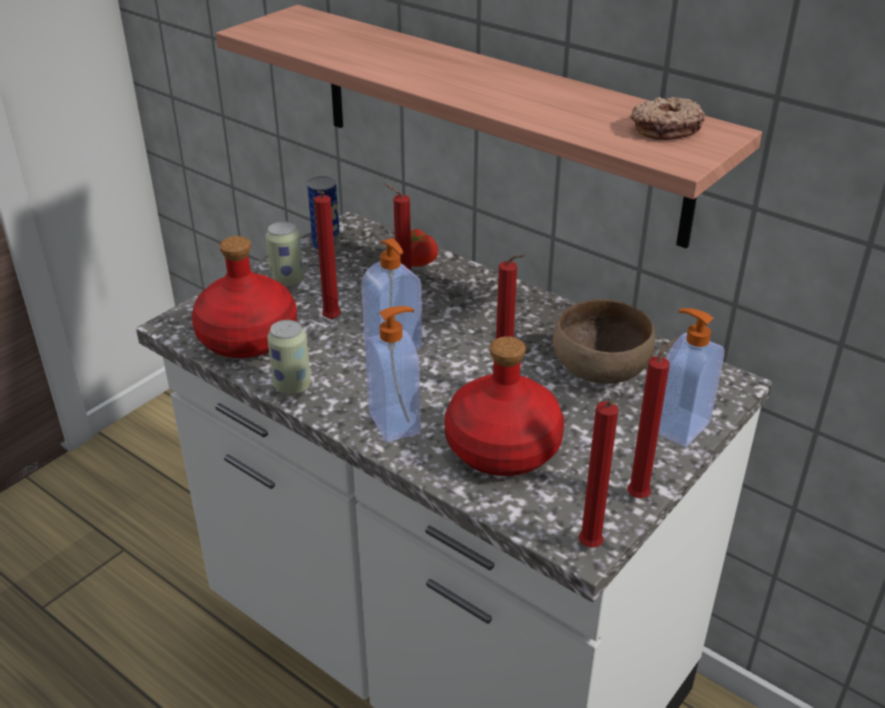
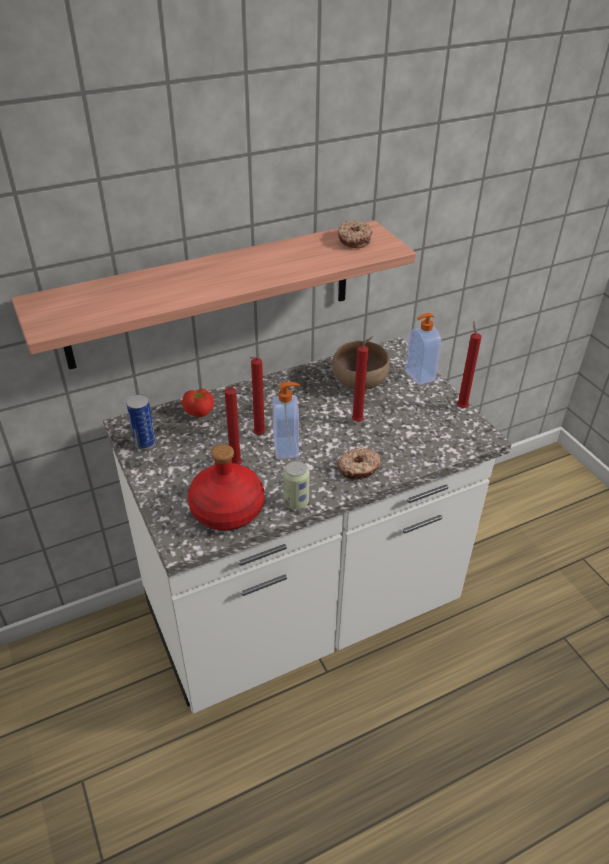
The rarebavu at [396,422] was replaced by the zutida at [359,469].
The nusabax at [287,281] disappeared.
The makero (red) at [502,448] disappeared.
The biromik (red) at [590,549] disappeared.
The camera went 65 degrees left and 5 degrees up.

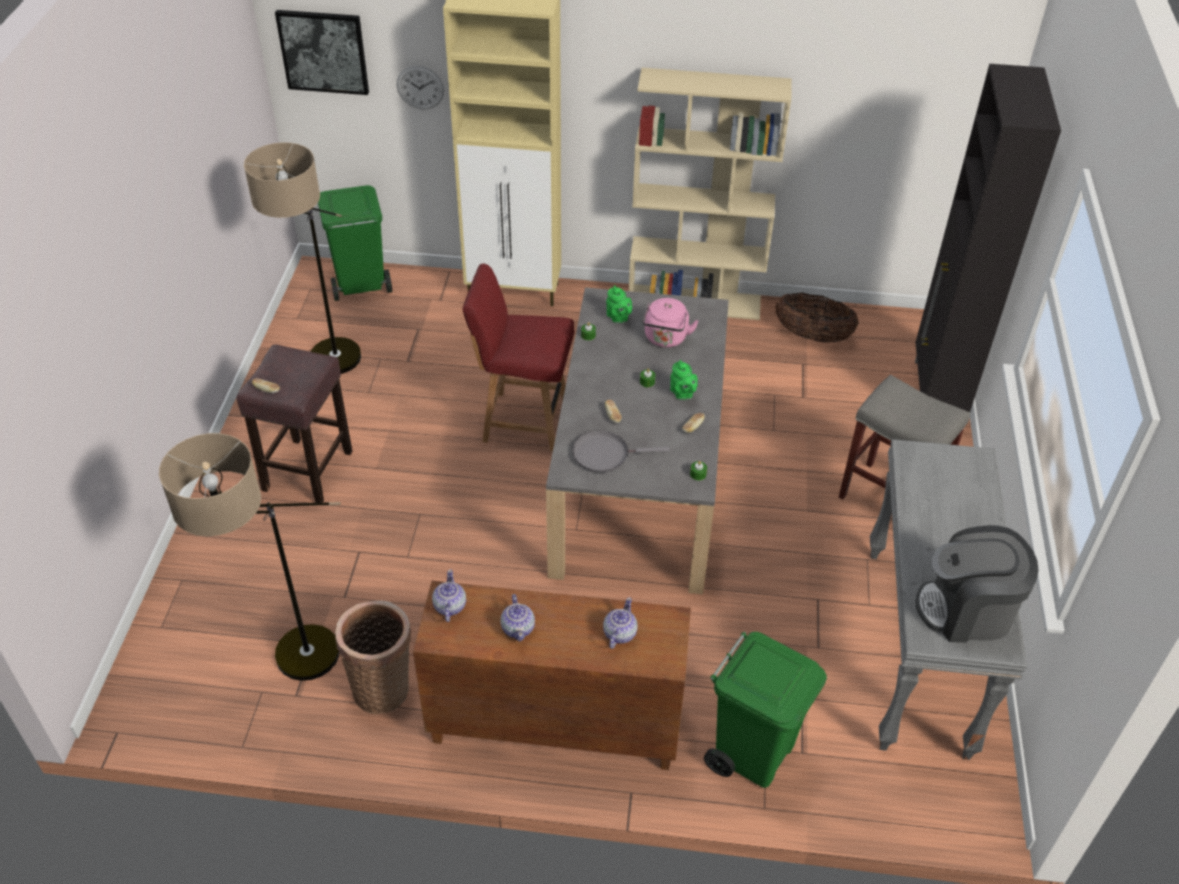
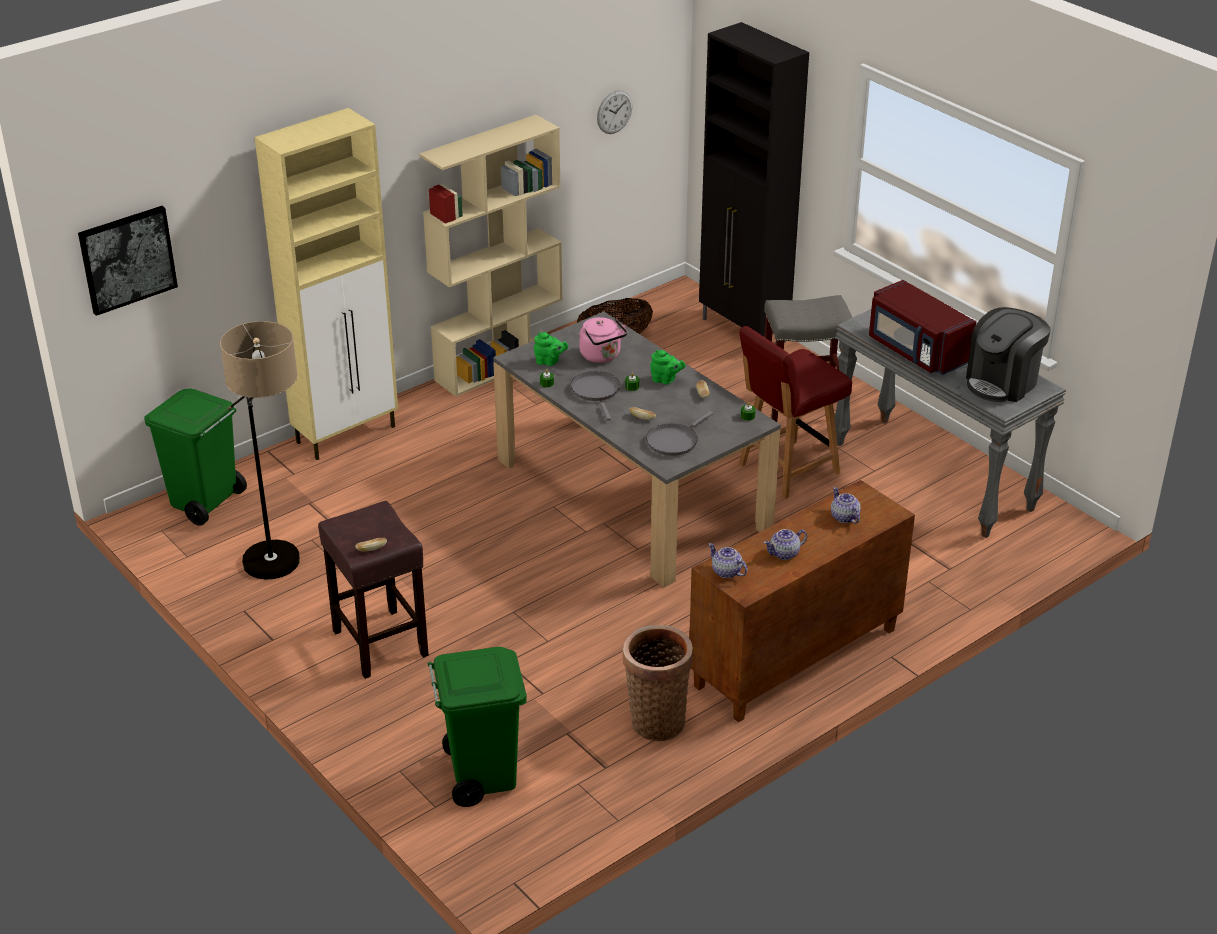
The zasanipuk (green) moved from [753,752] to [481,775].
The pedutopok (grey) at [596,392] appeared.
The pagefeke moved from [420,87] to [614,112].
The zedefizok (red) moved from [523,421] to [786,470].
The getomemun at [518,628] turned 120 degrees clockwise.
The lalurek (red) at [916,351] appeared.
The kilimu at [288,671] disappeared.
The camera went 45 degrees left and 10 degrees down.

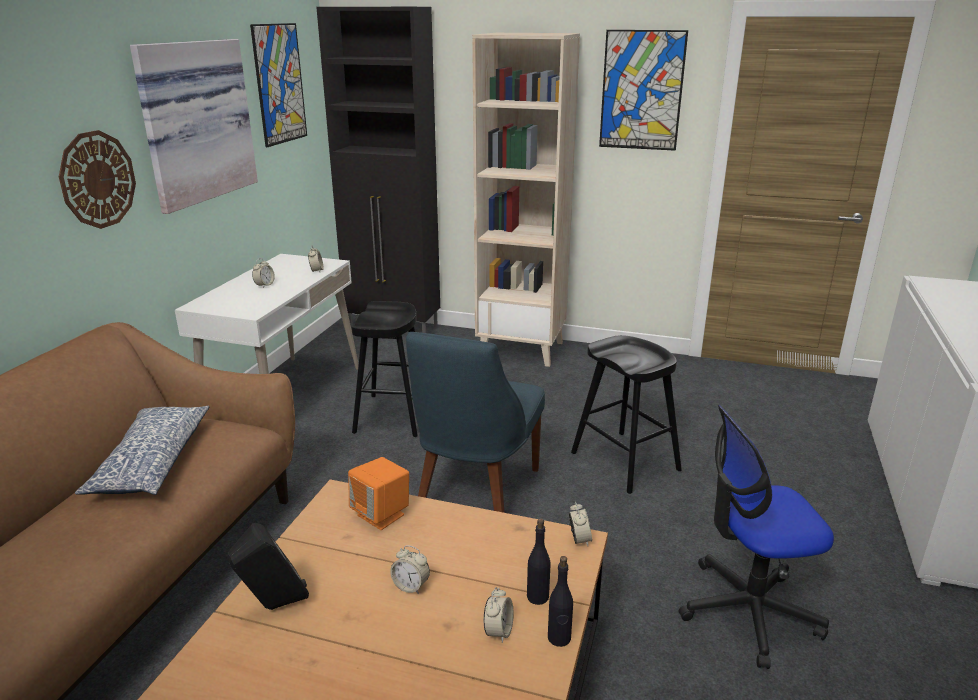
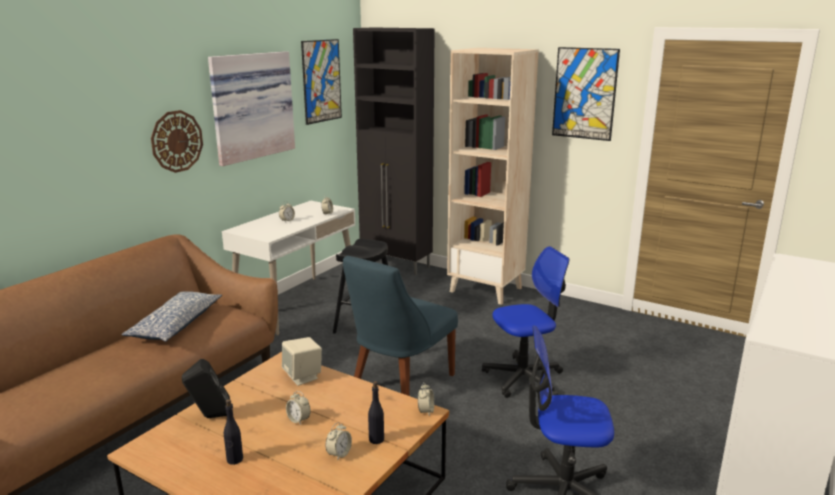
The makero (black) moved from [559,638] to [234,459].
The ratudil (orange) at [381,515] became the ratudil (beige) at [303,377].
The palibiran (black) at [624,461] was replaced by the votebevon at [524,378].
The camera went 15 degrees right and 5 degrees down.

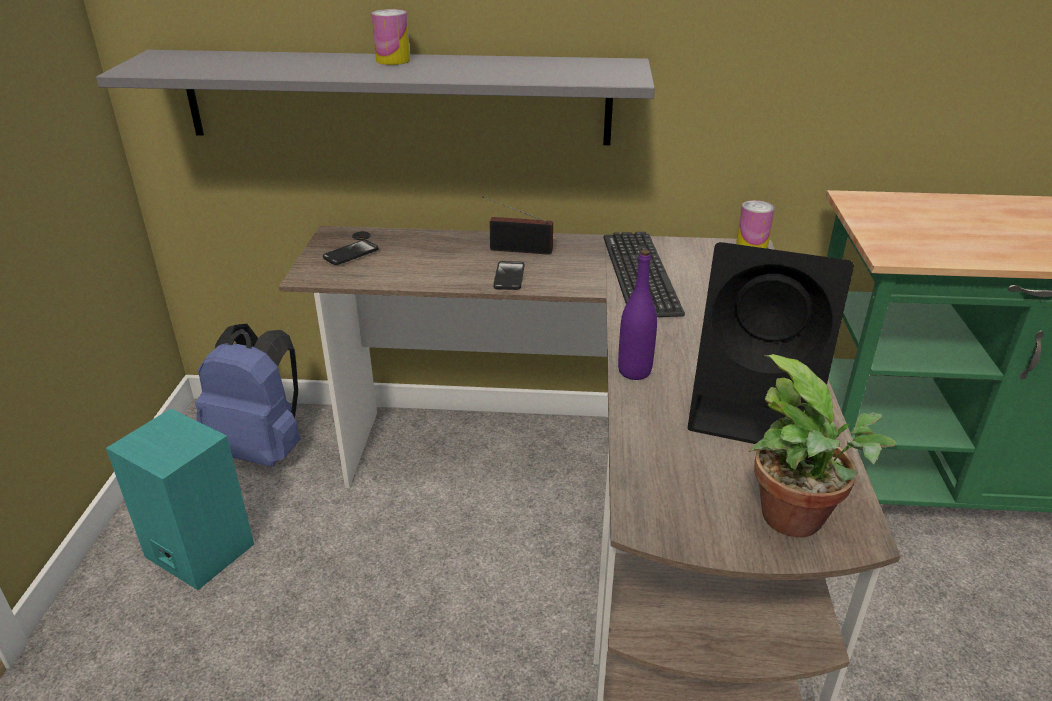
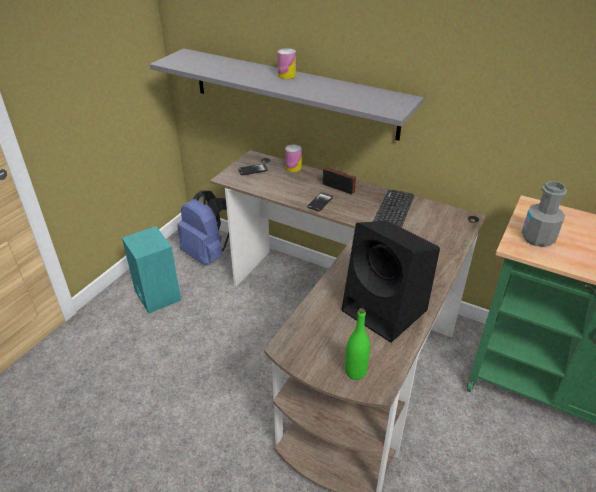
The nusabax moved from [752,245] to [293,168].
The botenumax at [799,521] was replaced by the makero (green) at [355,372].
The makero (grey) at [538,238] appeared.
The makero (purple) at [634,371] disappeared.
The camera went 25 degrees right and 5 degrees up.

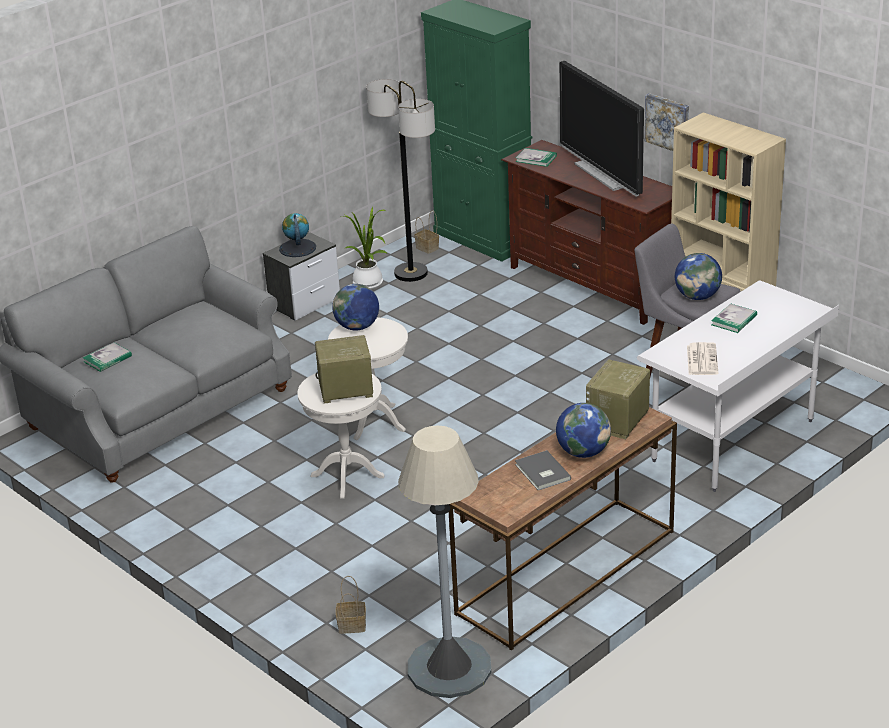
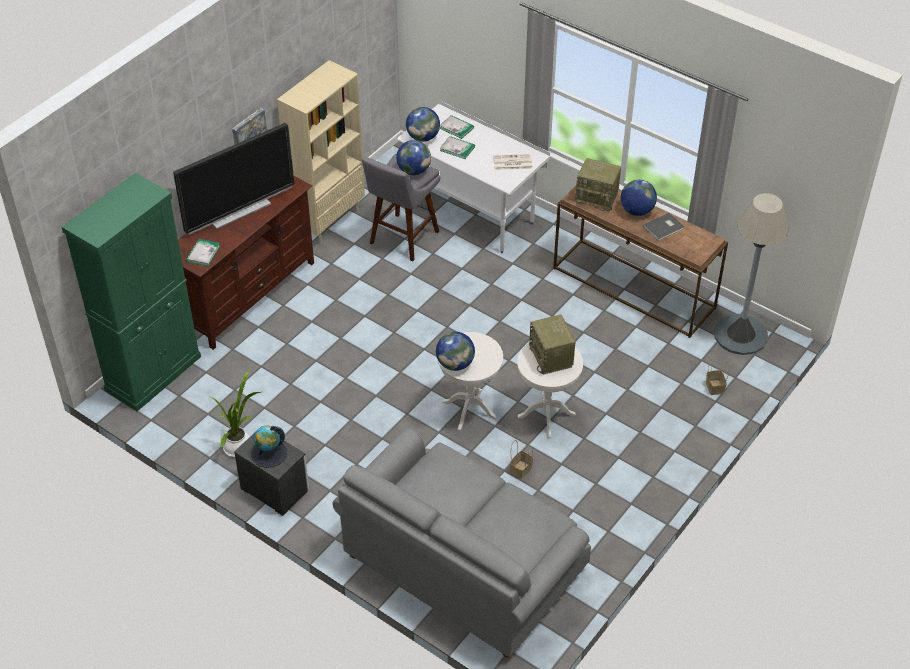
The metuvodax at [423,137] appeared.
The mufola moved from [107,359] to [456,128].
The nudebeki moved from [428,248] to [521,469].
The kilimu at [411,273] disappeared.
The camera went 100 degrees left and 15 degrees up.

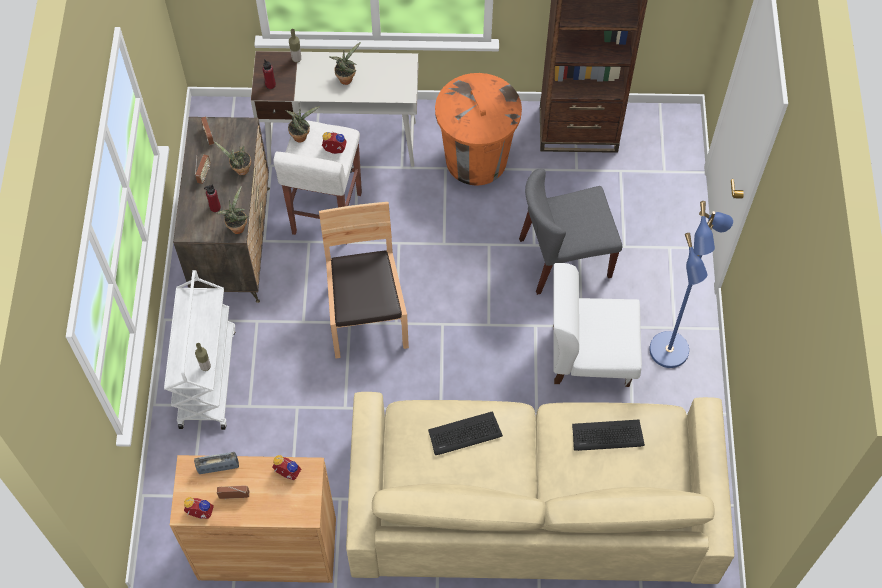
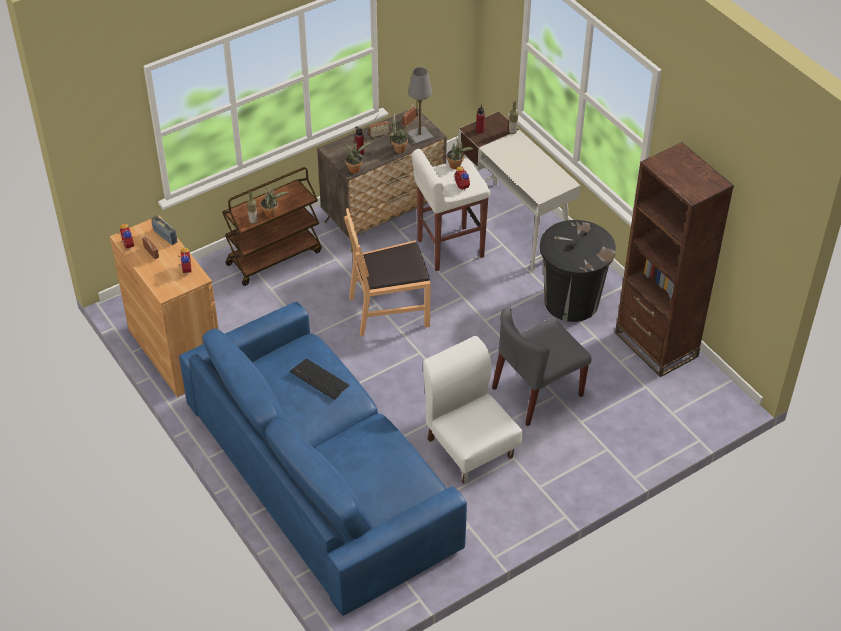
The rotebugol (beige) at [533,502] became the rotebugol (blue) at [322,474].
The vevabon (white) at [207,376] became the vevabon (brown) at [274,257].
The botenumax moved from [346,78] to [272,213].
The zedefizok (brown) at [366,317] turned 150 degrees counterclockwise.
The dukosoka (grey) at [419,136] appeared.
The zedefizok (grey) at [564,258] turned 75 degrees counterclockwise.
The zasanipuk (orange) at [476,160] became the zasanipuk (black) at [571,302].
The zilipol at [607,436] disappeared.
The kilimu (blue) at [670,351] disappeared.
The camera went 55 degrees right and 15 degrees down.

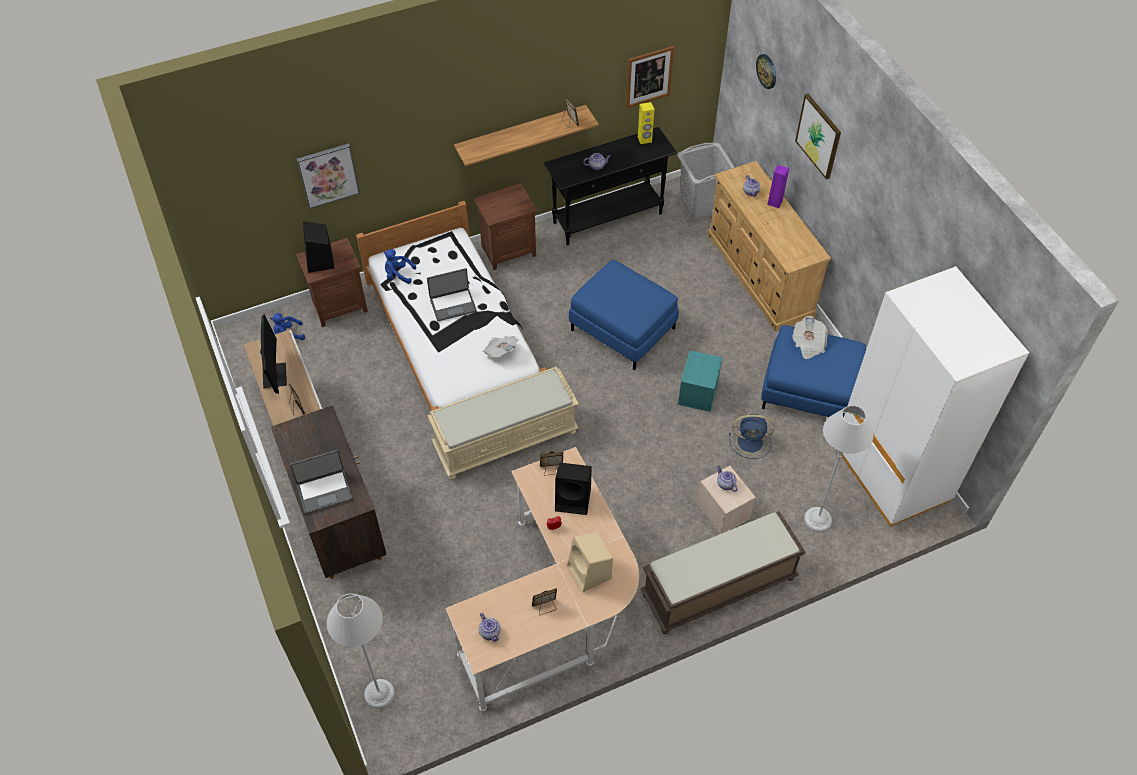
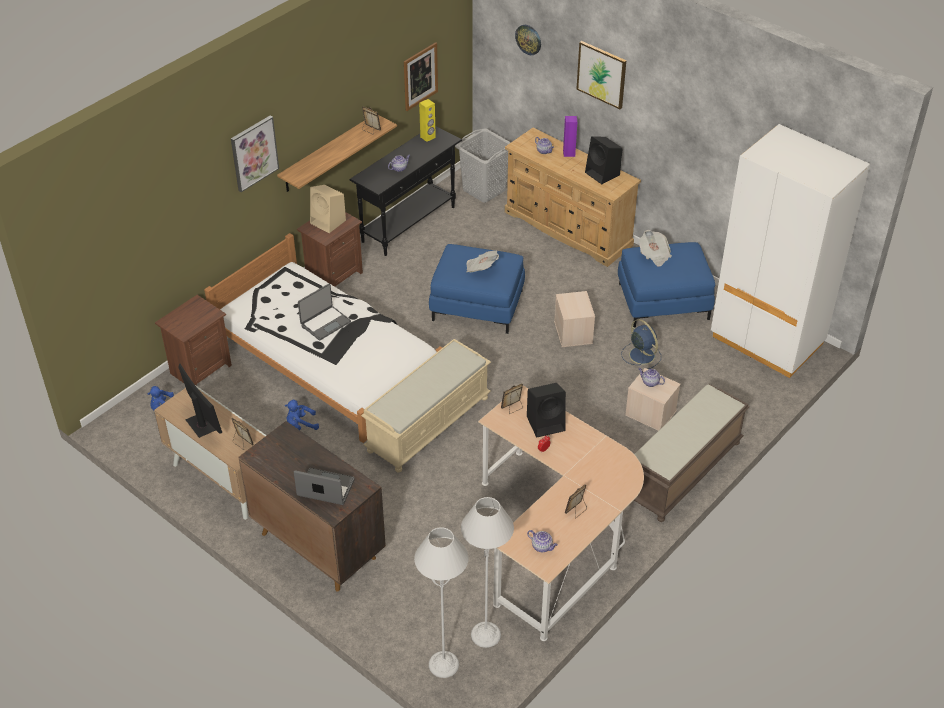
The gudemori moved from [328,175] to [254,153].
The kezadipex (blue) moved from [398,274] to [301,425].
The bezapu at [324,491] turned 120 degrees counterclockwise.
The ratudil (beige) moved from [590,573] to [329,222].
The kilimu (grey) moved from [818,519] to [486,634].
The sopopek moved from [500,351] to [481,268].
The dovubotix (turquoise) at [698,393] became the dovubotix (beige) at [573,333].
The ratudil (black) moved from [320,261] to [603,174].
The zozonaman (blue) at [751,442] turned 105 degrees counterclockwise.
The camera went 25 degrees left and 10 degrees down.

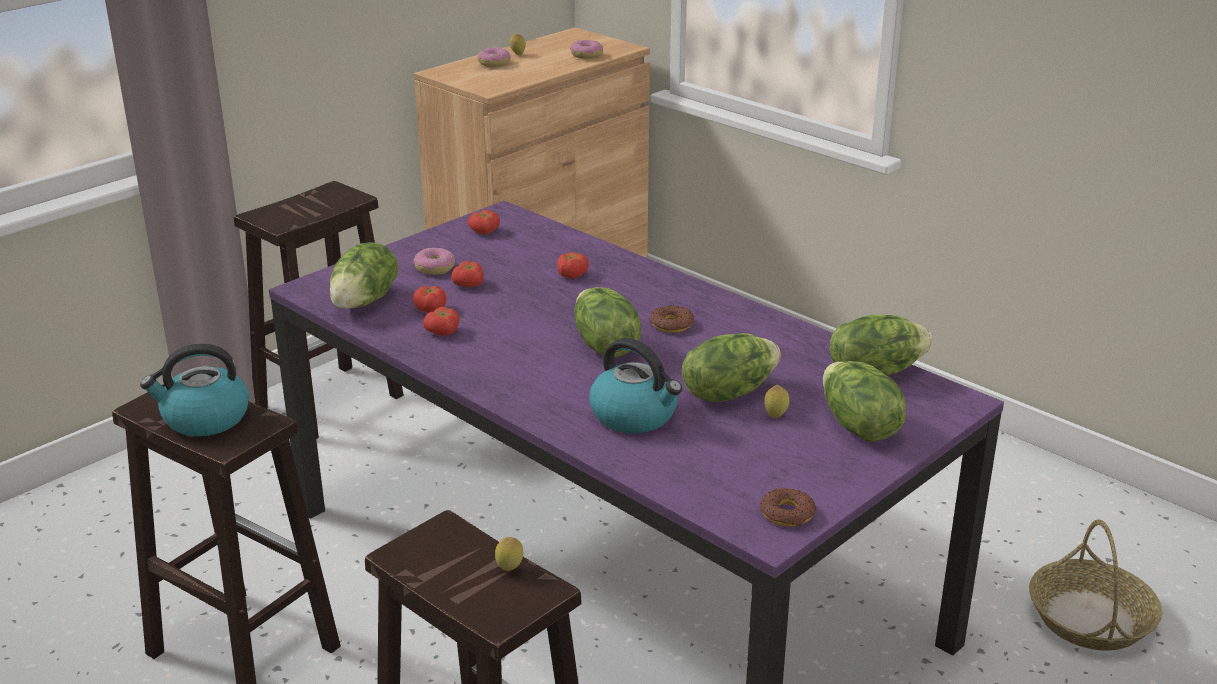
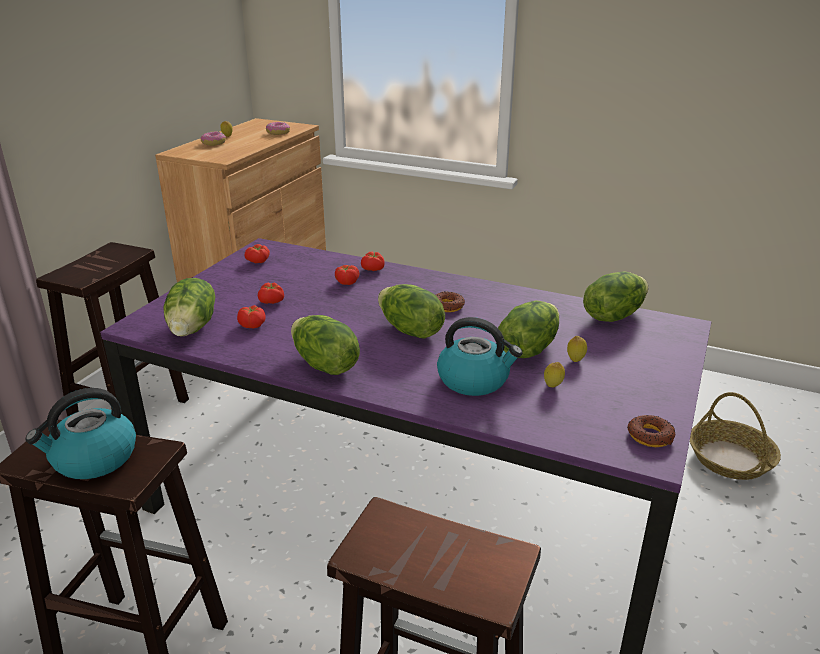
The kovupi moved from [857,426] to [324,365].
The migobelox moved from [443,332] to [374,269].
The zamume moved from [509,570] to [553,386].
The zutida at [434,268] disappeared.
The camera went 20 degrees left and 0 degrees up.

